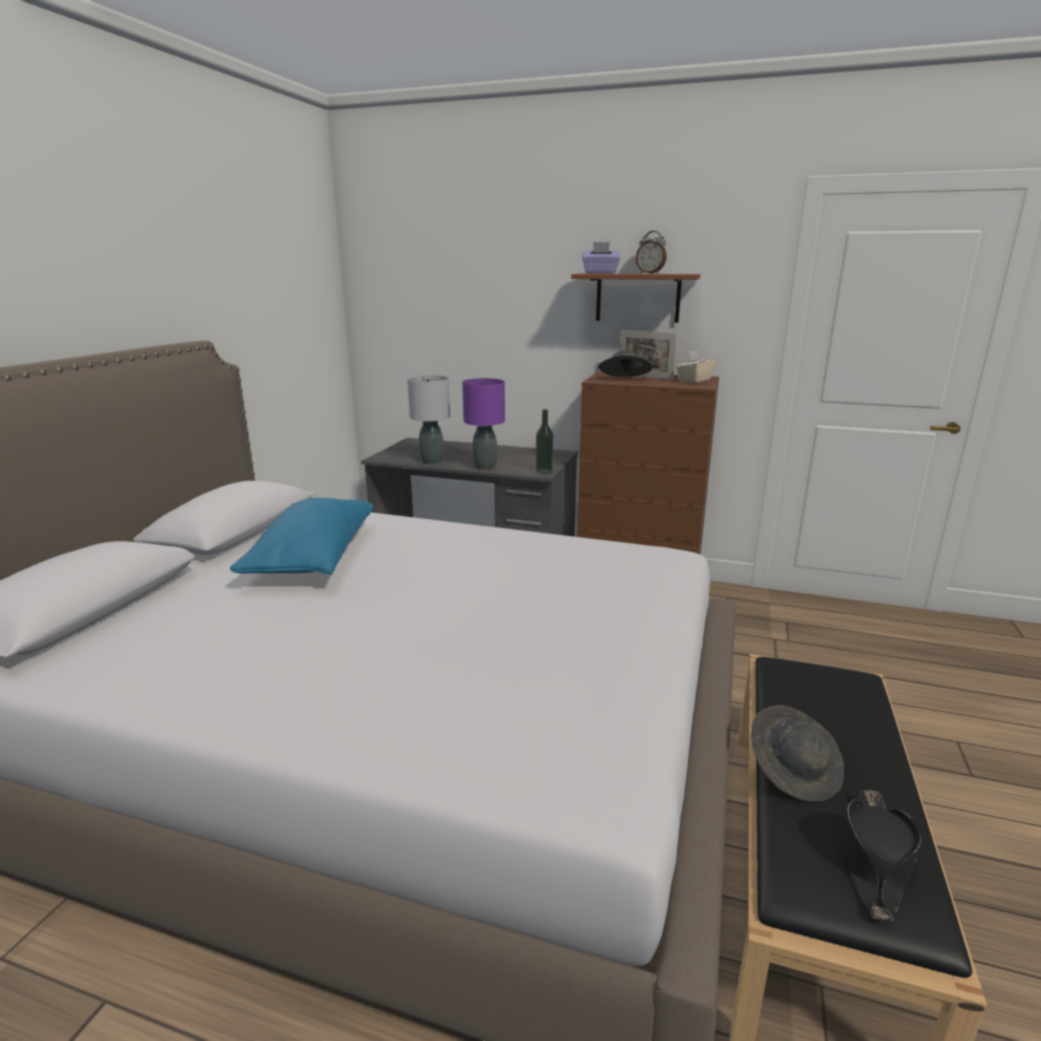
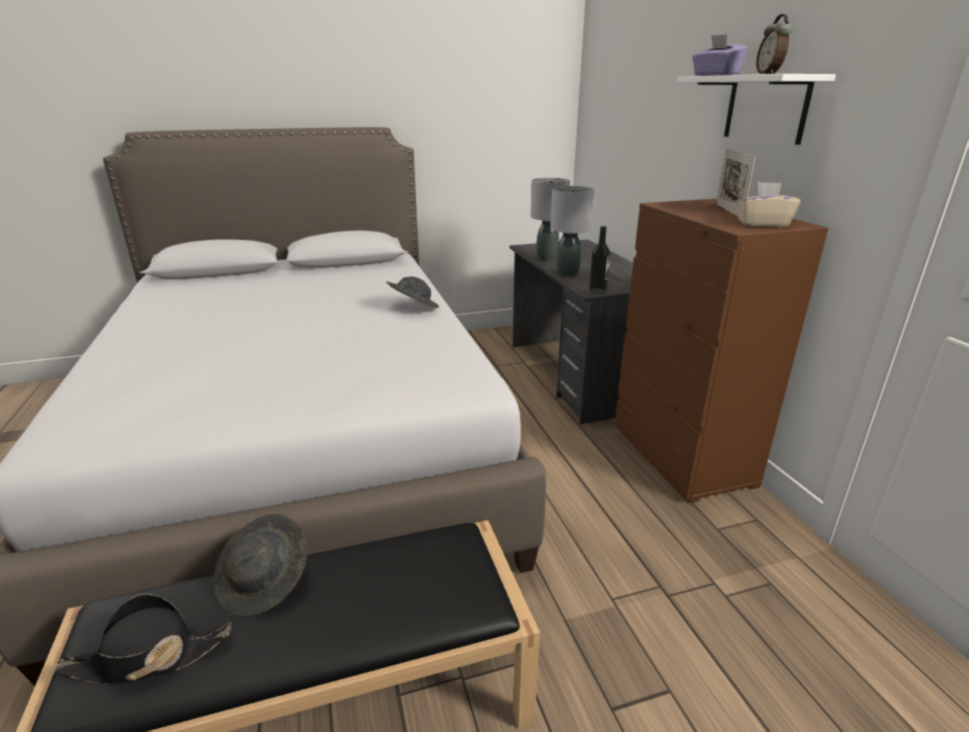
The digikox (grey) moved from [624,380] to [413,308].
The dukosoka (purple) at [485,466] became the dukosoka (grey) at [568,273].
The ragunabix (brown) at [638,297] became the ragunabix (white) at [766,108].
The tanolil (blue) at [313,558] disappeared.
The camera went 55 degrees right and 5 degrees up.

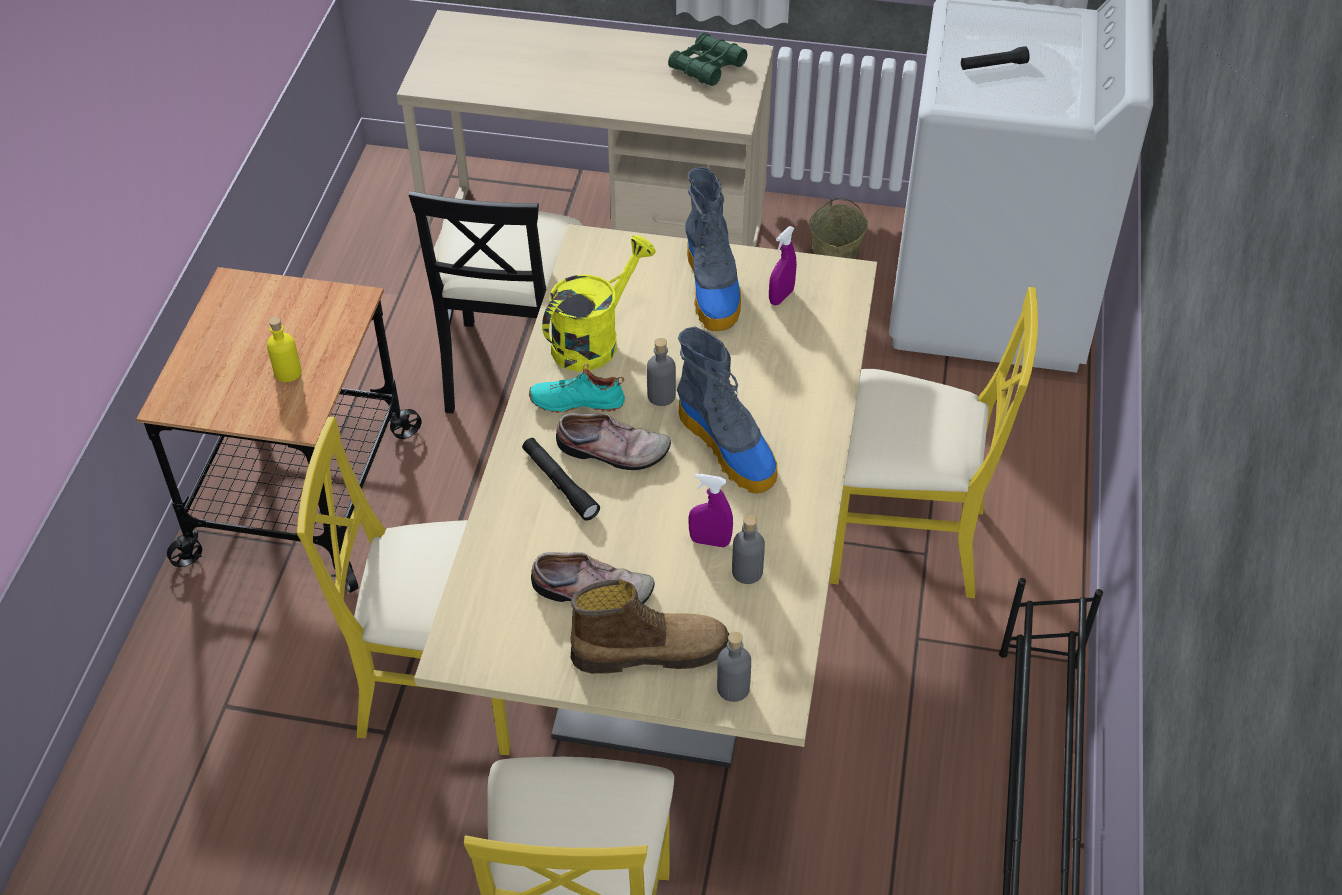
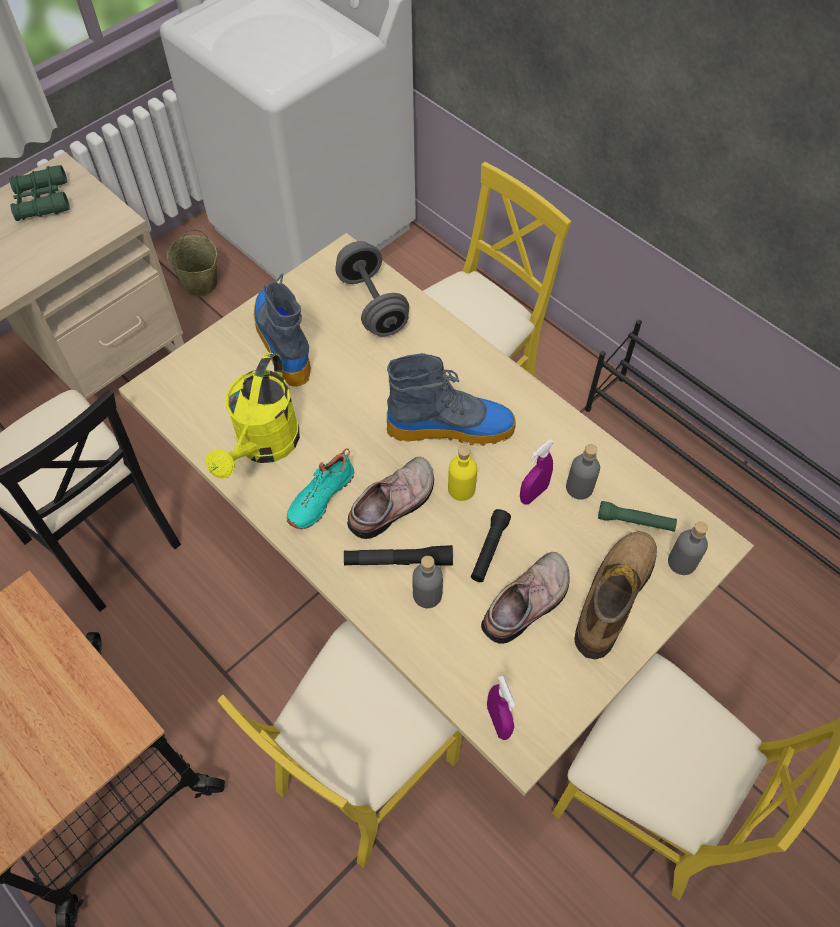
The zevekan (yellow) at [593,339] turned 150 degrees counterclockwise.
The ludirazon at [712,289] turned 135 degrees counterclockwise.
The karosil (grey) at [372,304] appeared.
The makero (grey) moved from [661,396] to [427,595].
The makero (yellow) moved from [288,372] to [461,489].
The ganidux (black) moved from [993,66] to [489,550].
The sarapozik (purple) moved from [781,297] to [498,721].
The ganidux (green) at [635,521] appeared.
The camera went 55 degrees left and 10 degrees up.

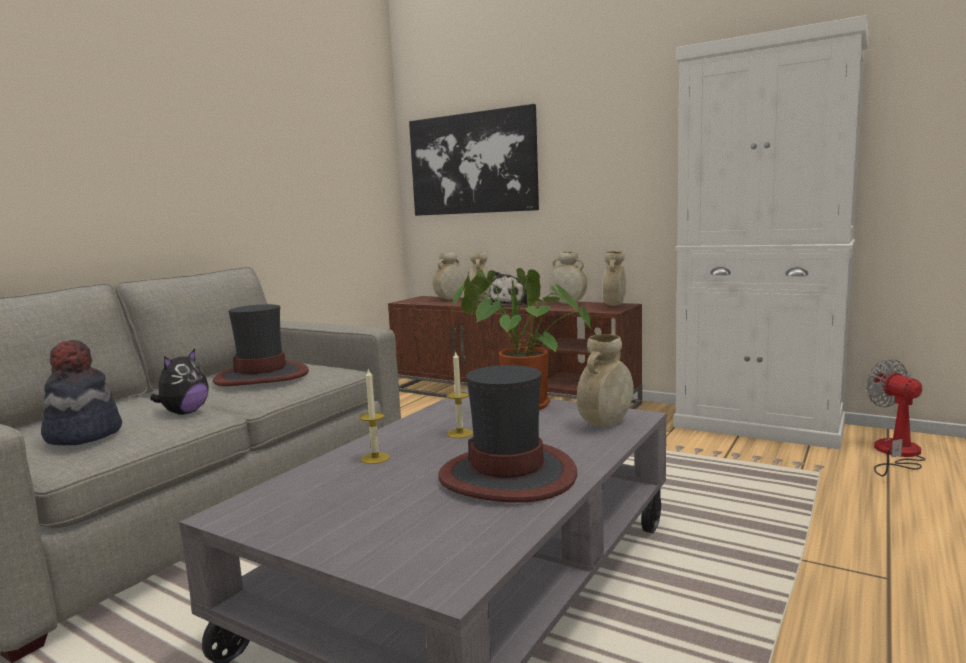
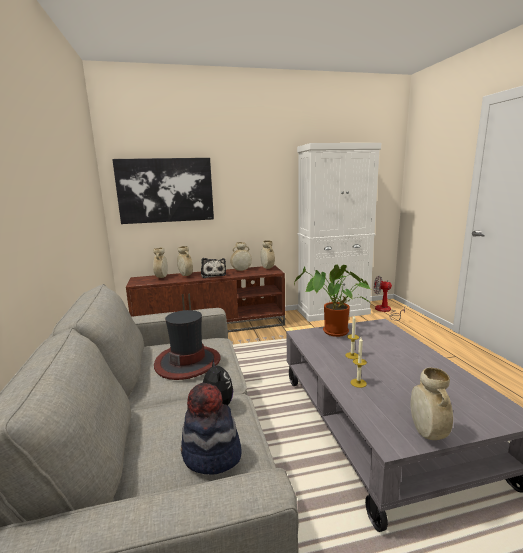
The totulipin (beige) moved from [605,424] to [426,433].
The digikox at [508,475] disappeared.
The camera went 45 degrees left and 5 degrees up.

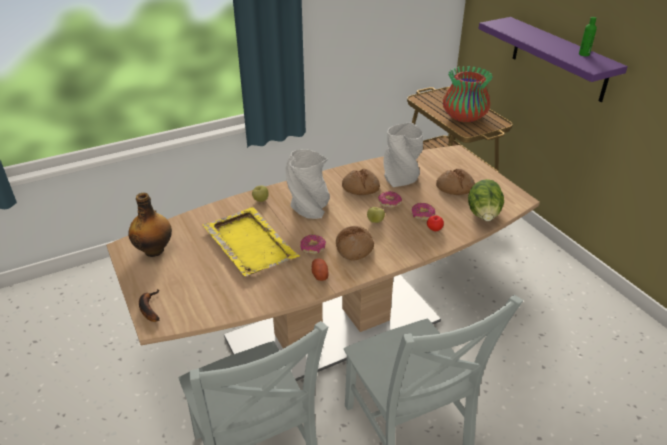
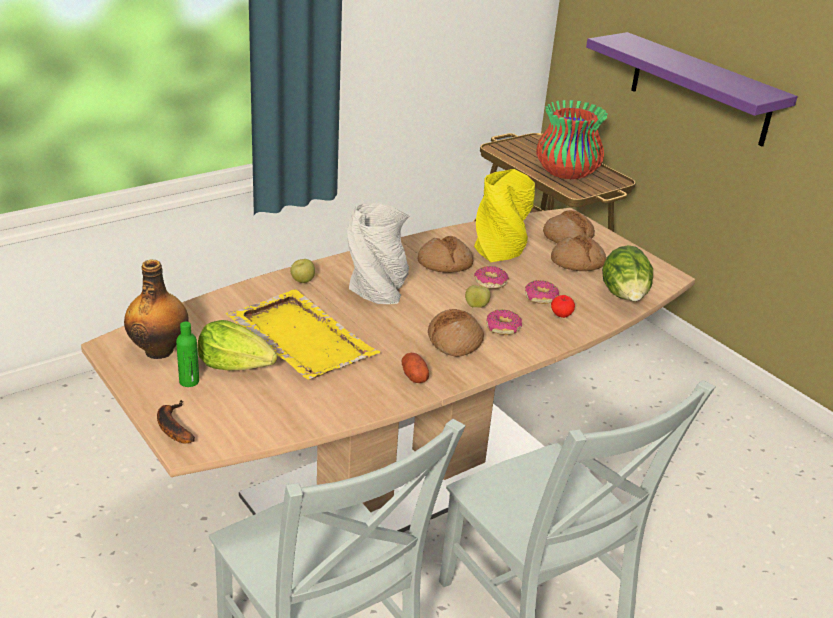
The makero (green) moved from [584,54] to [189,381].
The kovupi at [236,365] appeared.
The totulipin (grey) at [401,179] became the totulipin (yellow) at [500,252].
The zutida moved from [313,248] to [503,328].
The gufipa at [568,236] appeared.
The camera went 10 degrees left and 5 degrees down.

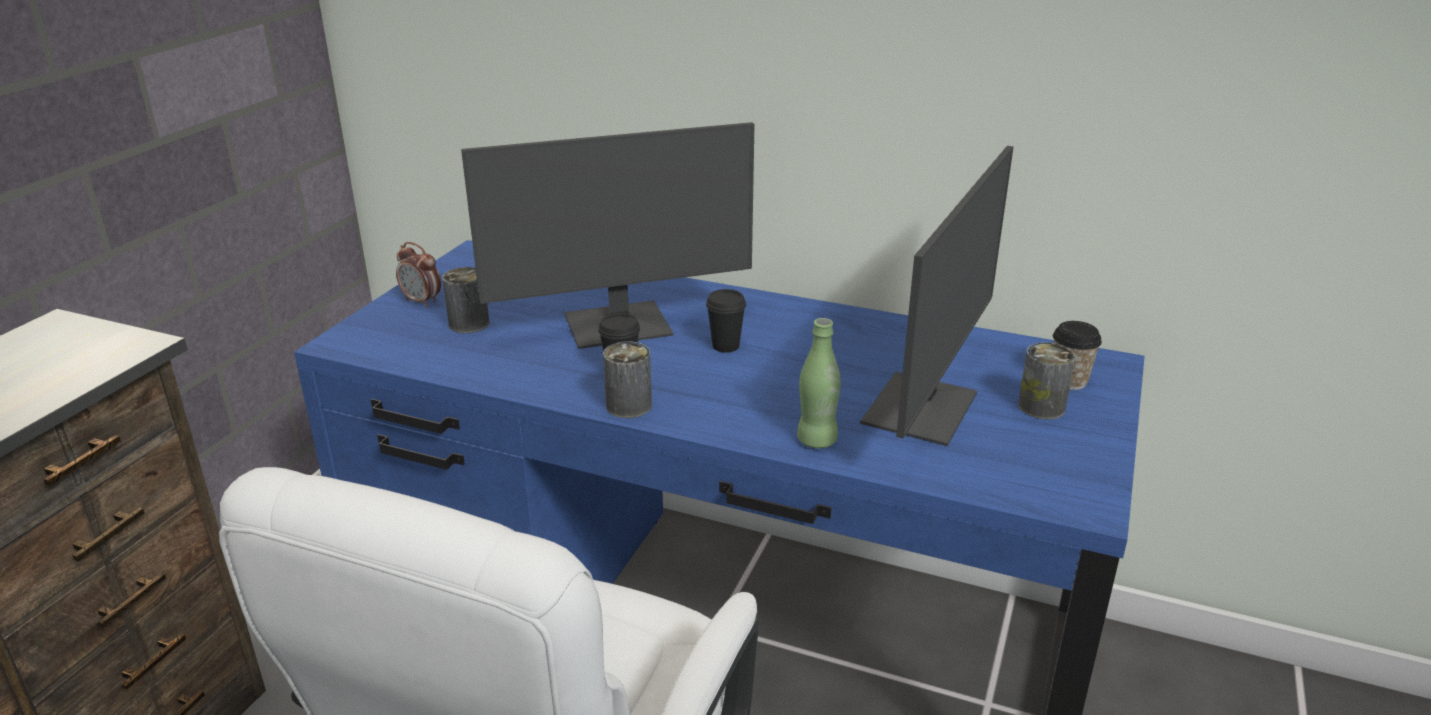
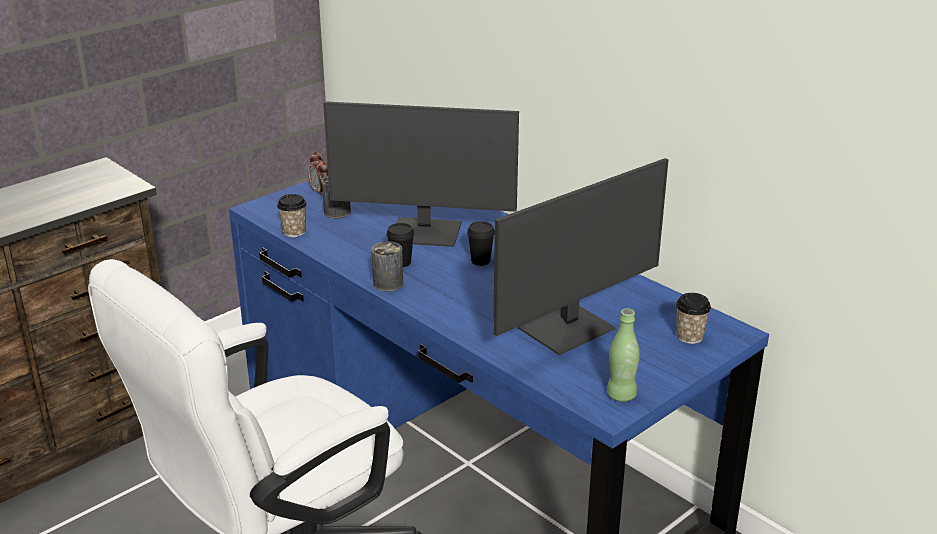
The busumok at [294,232] appeared.
The makero (green) moved from [817,440] to [621,395].
The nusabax at [1041,407] disappeared.
The camera went 25 degrees right and 0 degrees up.

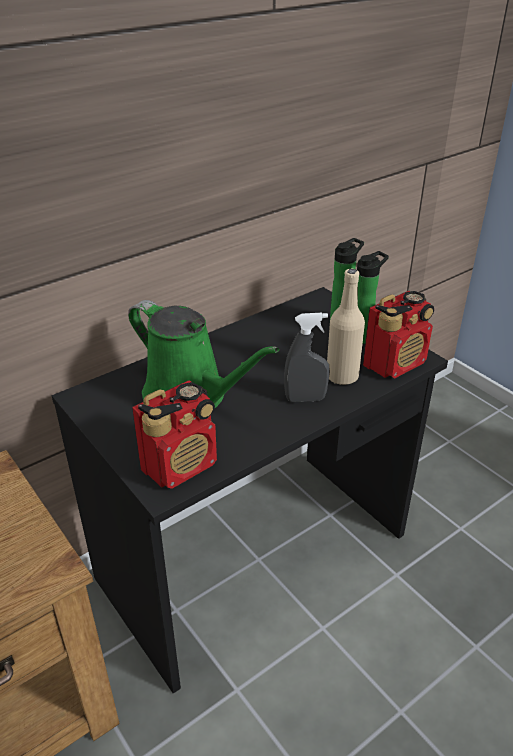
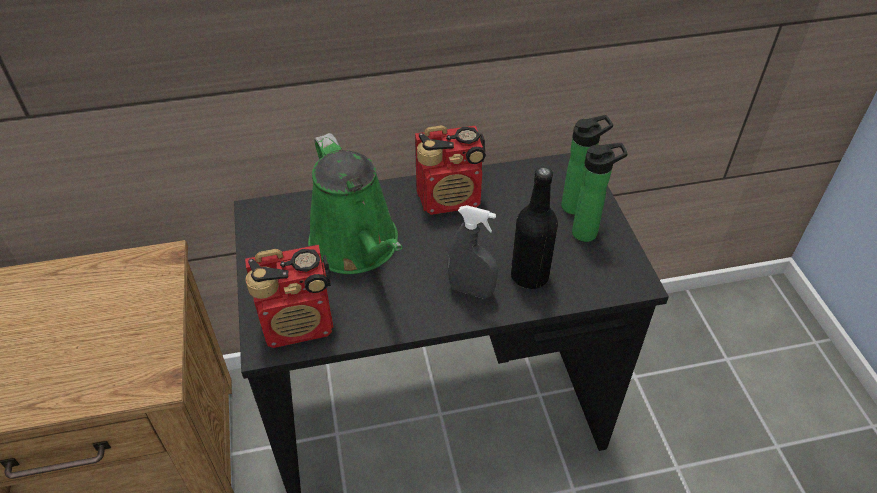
The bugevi moved from [395,363] to [450,199].
The makero (beige) at [342,376] became the makero (black) at [529,276].
The camera went 25 degrees right and 10 degrees up.

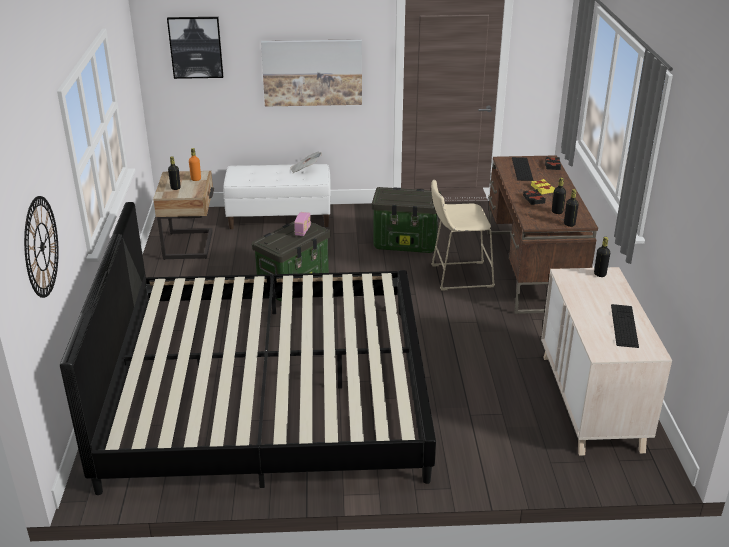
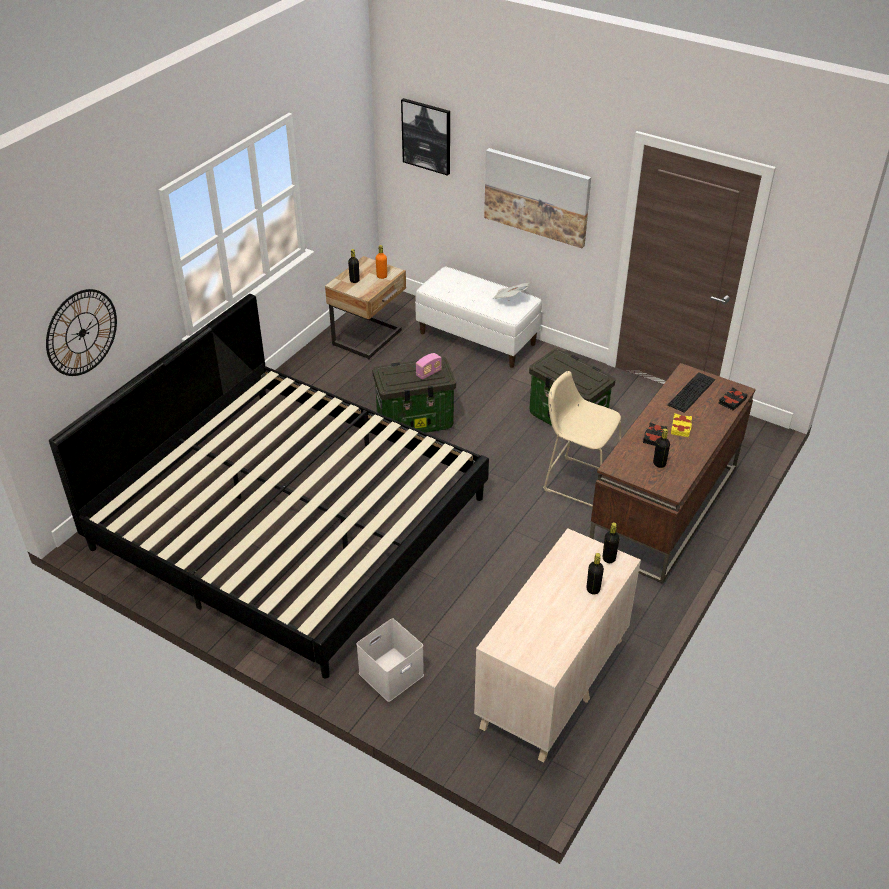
The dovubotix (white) at [391,673] appeared.
The makero (black) moved from [569,224] to [593,589].
The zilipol at [624,325] disappeared.
The camera went 35 degrees right and 10 degrees up.

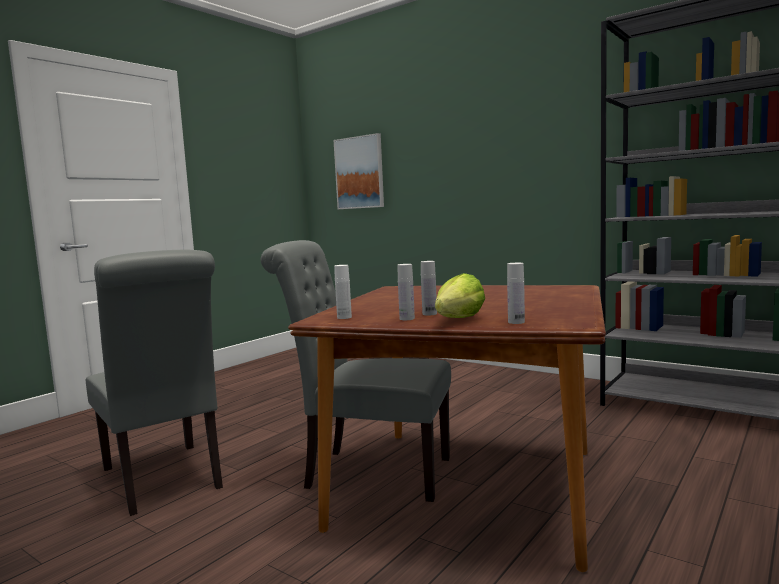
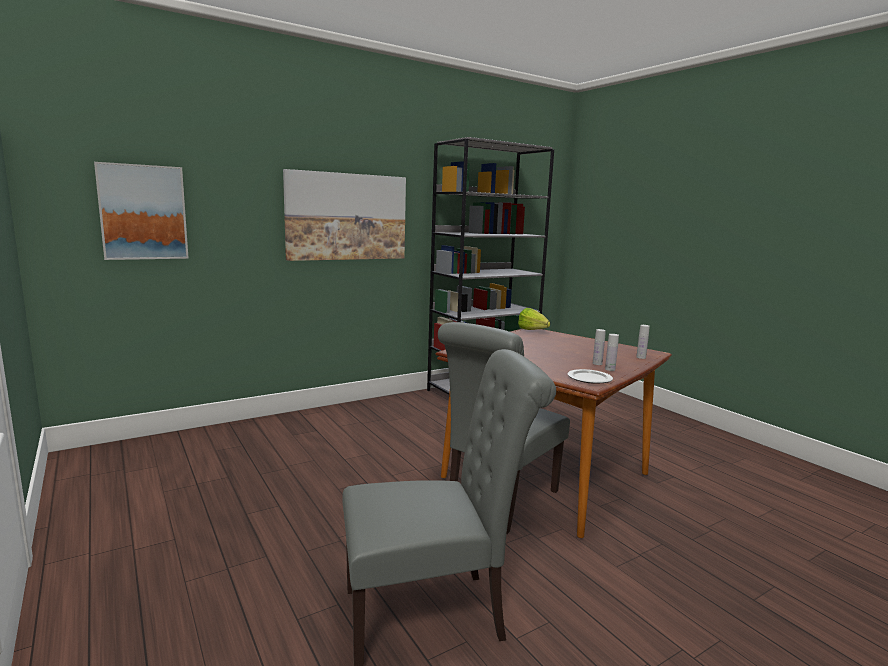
The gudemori at [346,217] appeared.
The kovupi moved from [454,321] to [534,331].
The makero (white) at [344,317] was replaced by the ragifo at [589,379].
The camera went 70 degrees left and 5 degrees up.

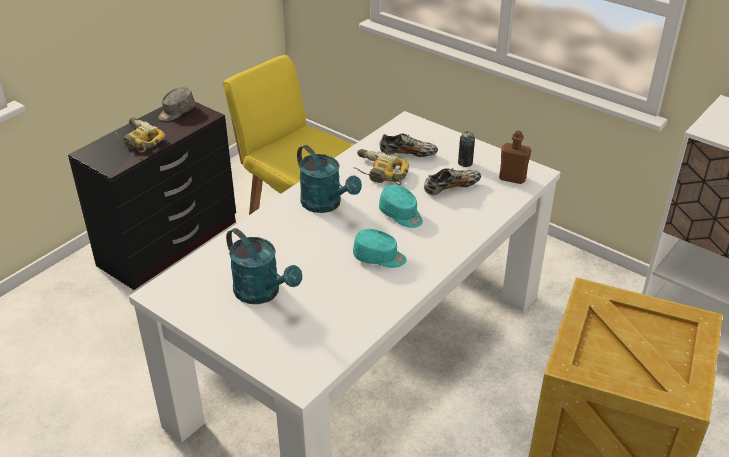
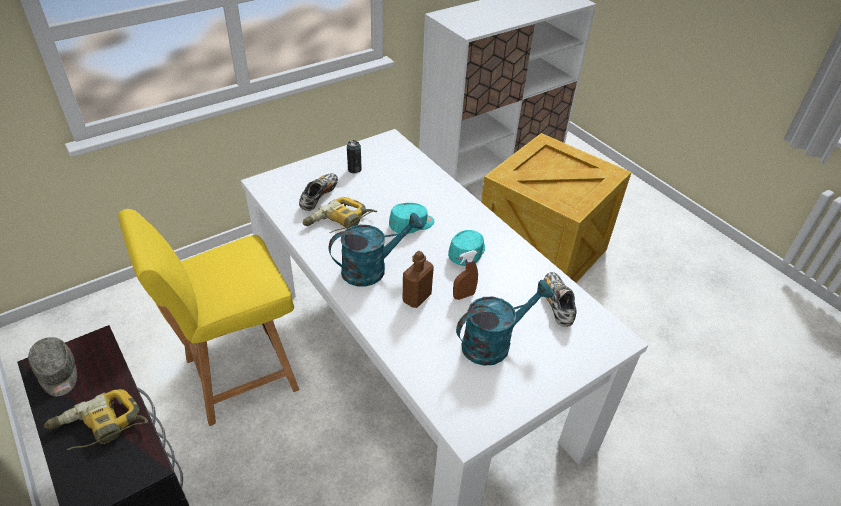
The makero (brown) moved from [512,178] to [417,298].
The sarapozik (brown) at [463,295] appeared.
The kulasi moved from [451,188] to [556,304].
The camera went 75 degrees left and 5 degrees up.

